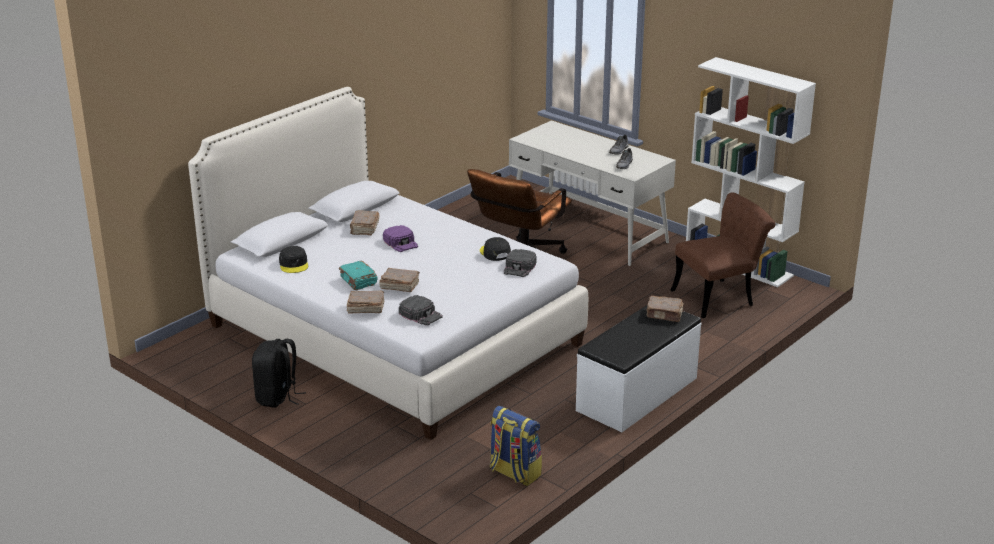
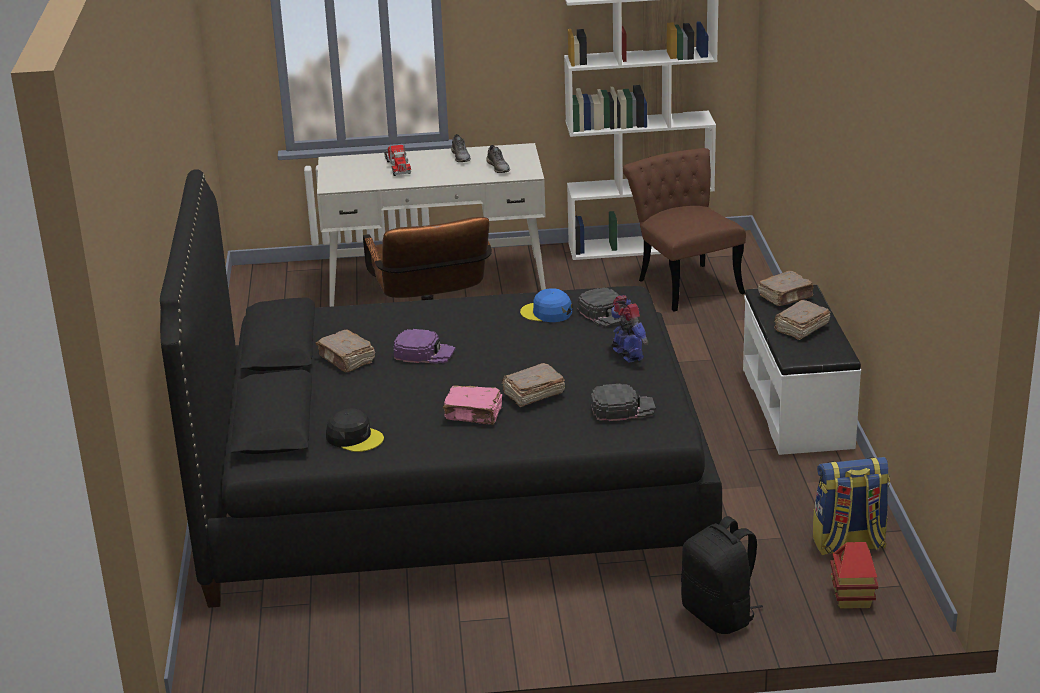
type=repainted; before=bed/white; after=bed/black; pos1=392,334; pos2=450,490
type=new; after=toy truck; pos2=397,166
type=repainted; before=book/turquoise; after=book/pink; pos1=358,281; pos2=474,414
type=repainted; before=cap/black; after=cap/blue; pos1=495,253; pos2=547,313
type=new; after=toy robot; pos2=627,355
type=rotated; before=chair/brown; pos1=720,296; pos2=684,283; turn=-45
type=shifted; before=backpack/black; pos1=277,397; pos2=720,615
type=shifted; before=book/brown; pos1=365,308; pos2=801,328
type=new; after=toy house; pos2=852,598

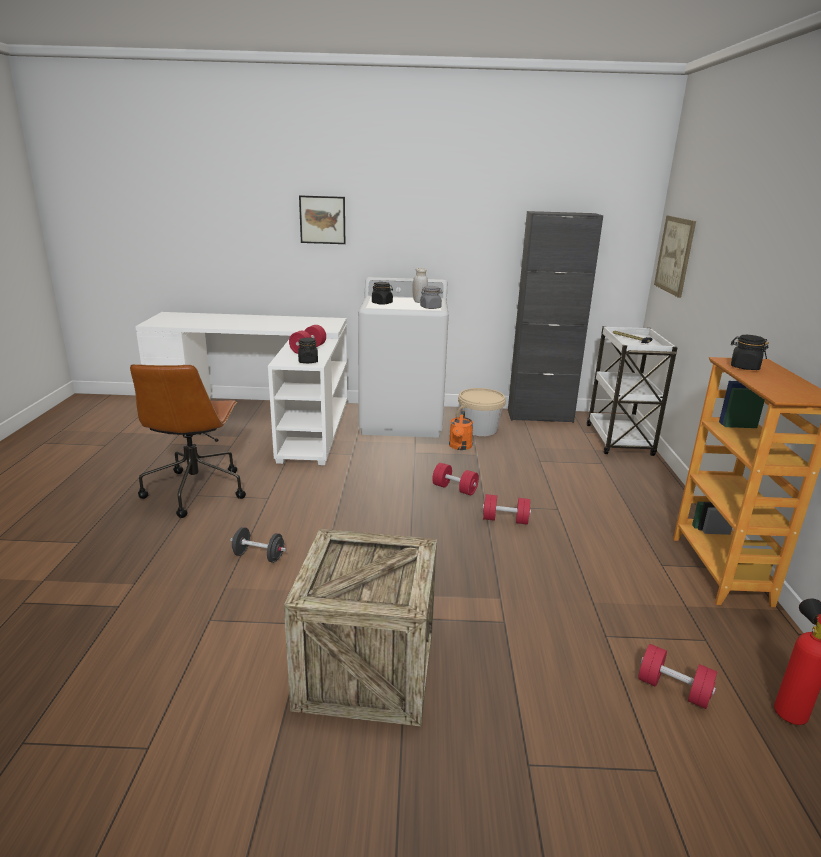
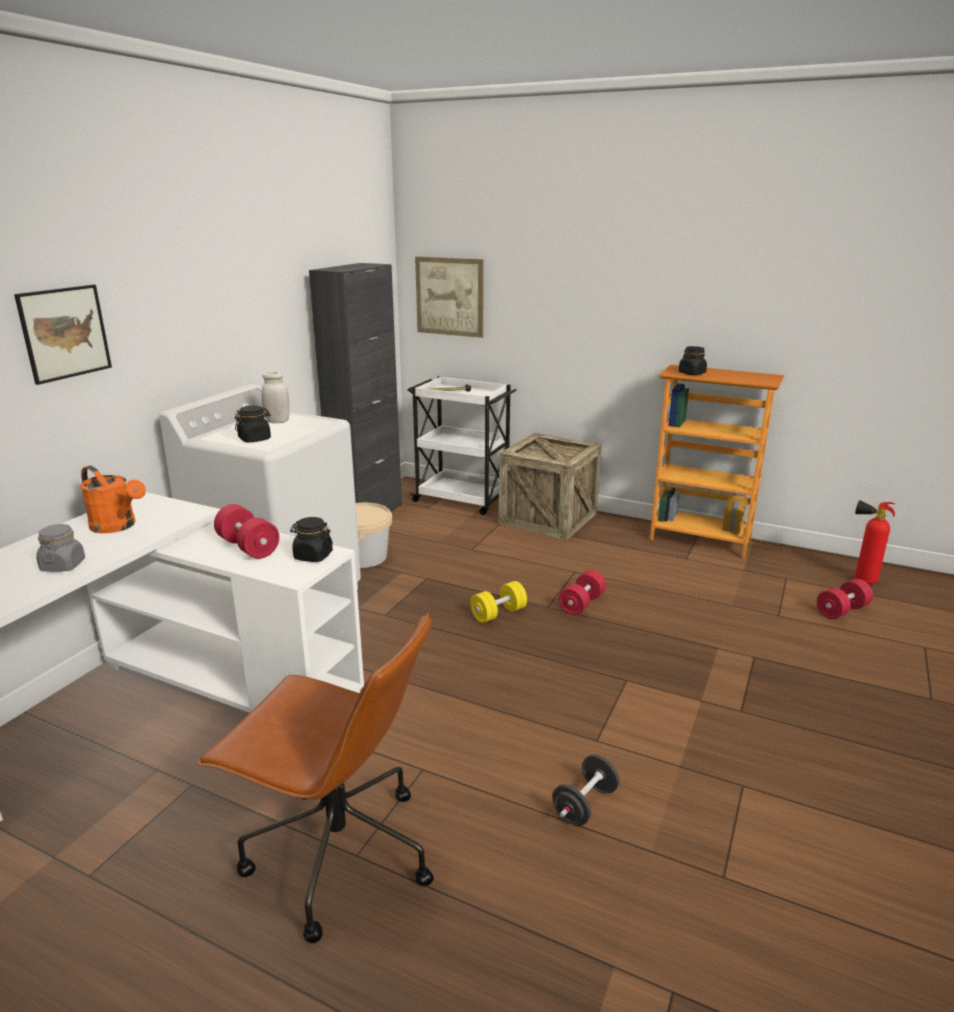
type=shifted; before=jar/grey; pos1=430,307; pos2=63,565
type=shifted; before=watering can/orange; pos1=460,447; pos2=118,526
type=repainted; before=dumbbell/red; after=dumbbell/yellow; pos1=454,489; pos2=498,614
type=shifted; before=crate; pos1=367,669; pos2=548,518

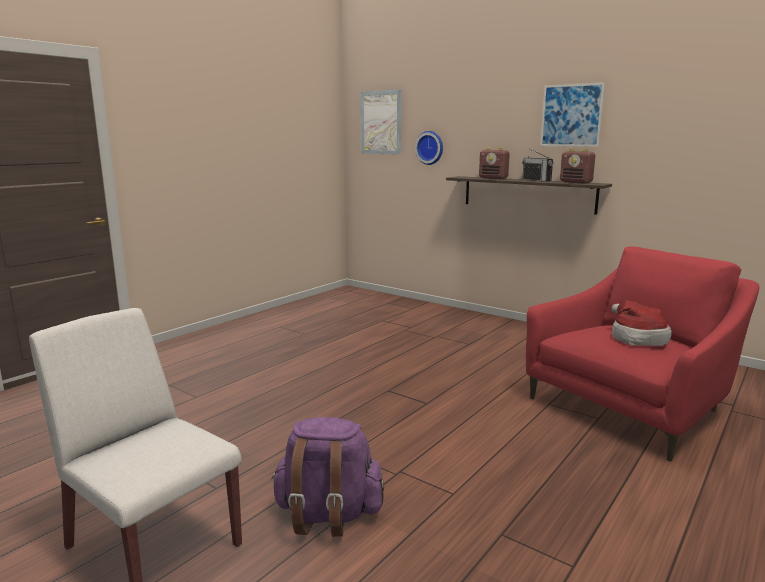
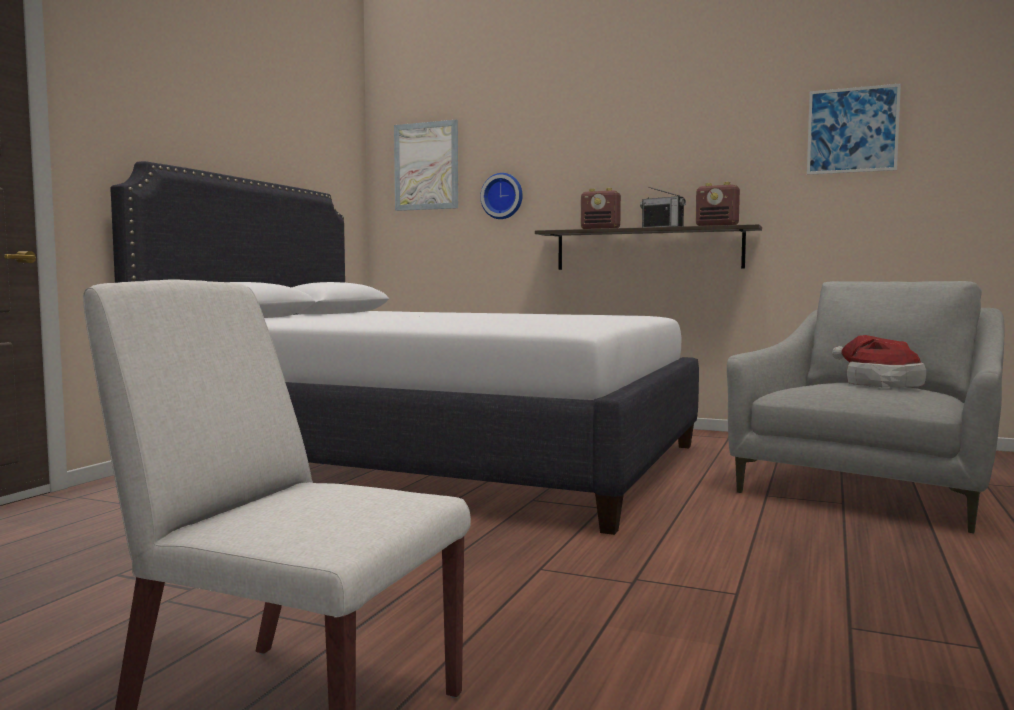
type=new; after=bed/white; pos2=432,459
type=repainted; before=armchair/red; after=armchair/grey; pos1=633,406; pos2=872,489
type=shifted; before=picture; pos1=571,115; pos2=852,130
type=gone; before=backpack/purple; pos1=328,515

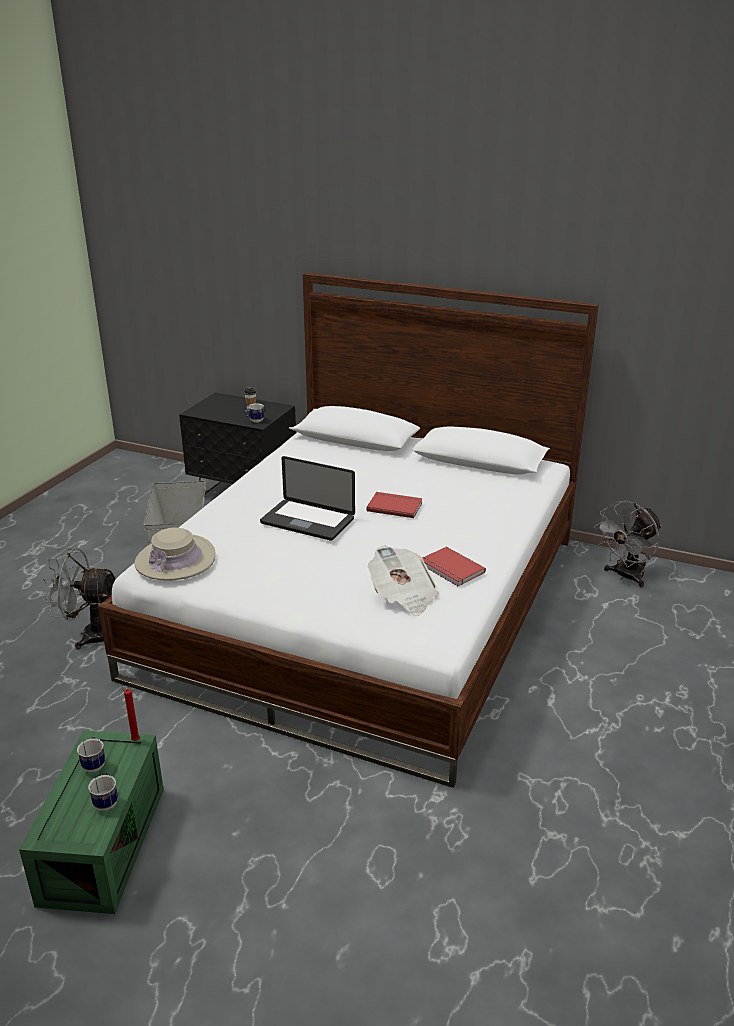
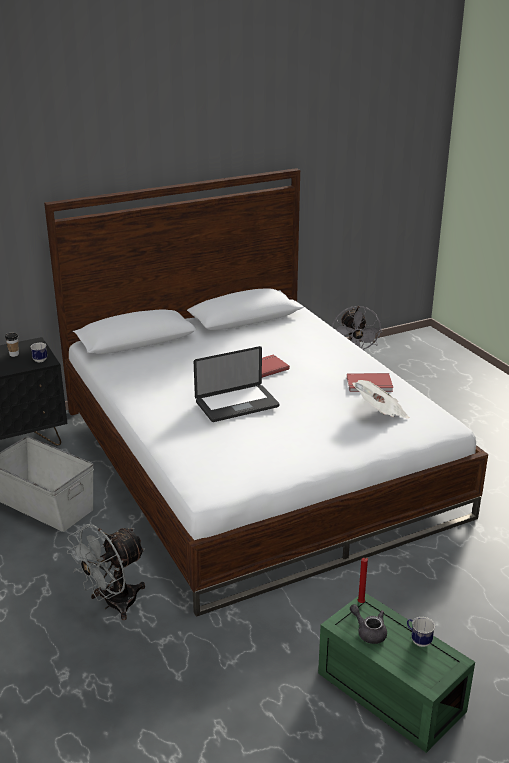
type=swapped; before=mug; after=teapot/grey; pos1=94,764; pos2=369,632
type=gone; before=hat/beige; pos1=175,560

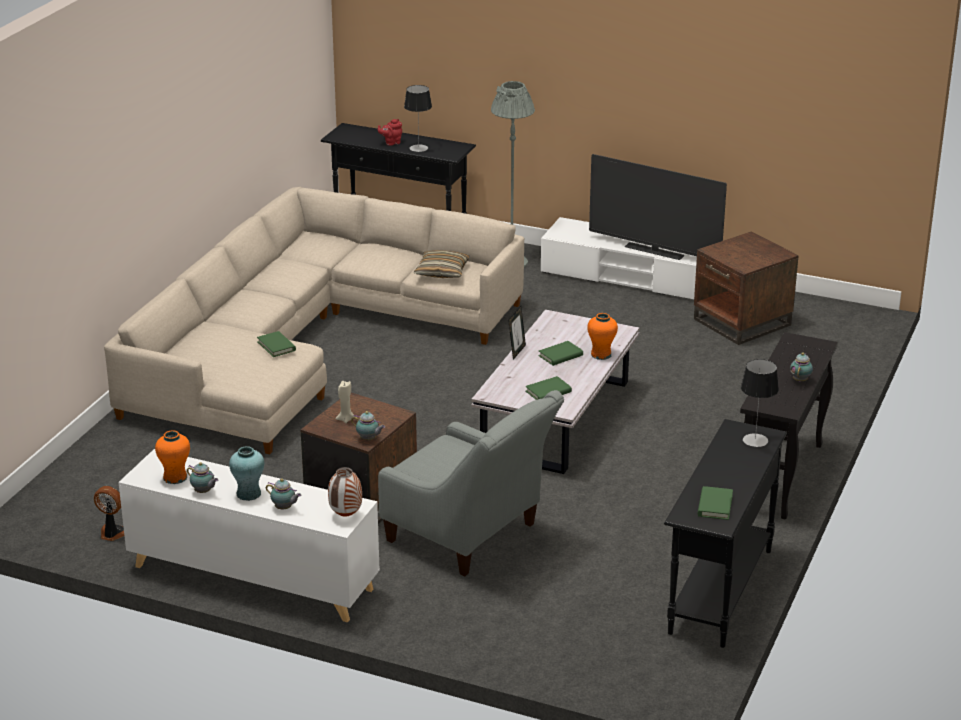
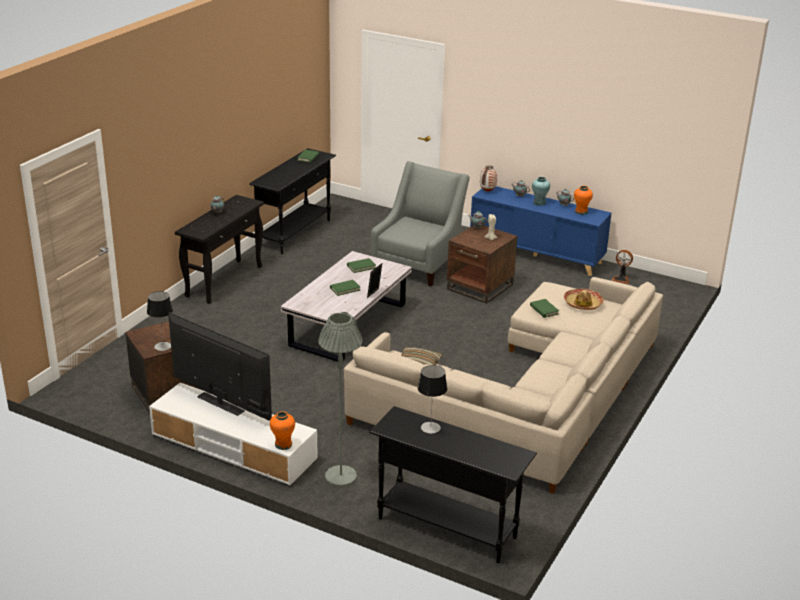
type=shifted; before=table lamp; pos1=755,440; pos2=163,346
type=shifted; before=vase/orange; pos1=601,354; pos2=283,444
type=rotated; before=armchair/grey; pos1=470,536; pos2=418,264; turn=75
type=repainted; before=cabinet/white; after=cabinet/blue; pos1=252,578; pos2=536,254
type=new; after=hat; pos2=582,304
type=gone; before=teapot/red; pos1=391,143

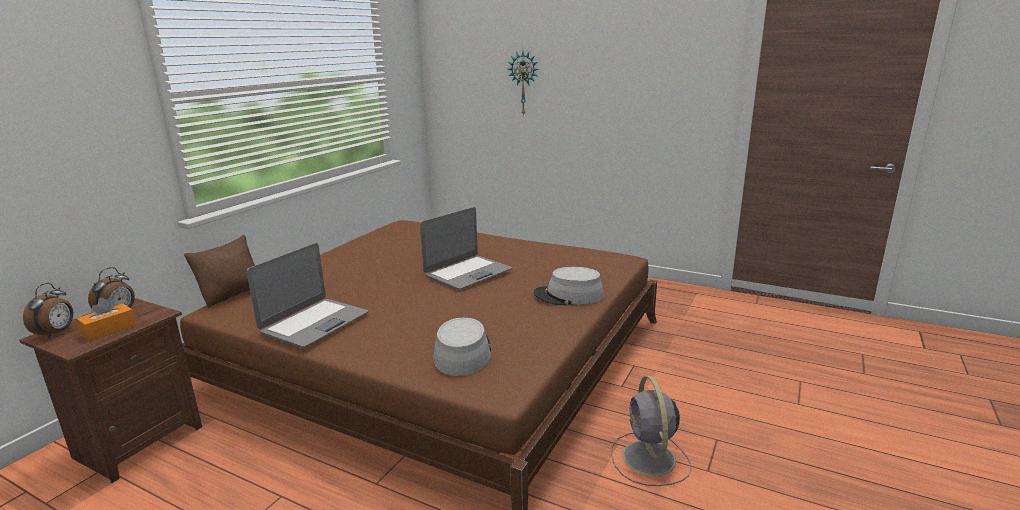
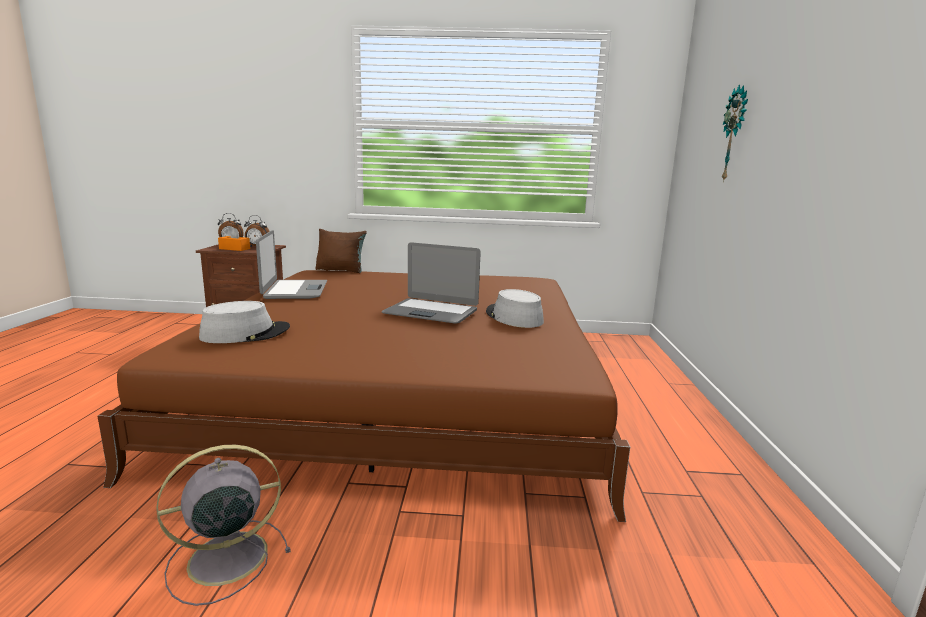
type=rotated; before=laptop; pos1=314,323; pos2=295,290; turn=-105
type=shifted; before=hat/grey; pos1=568,295; pos2=513,317

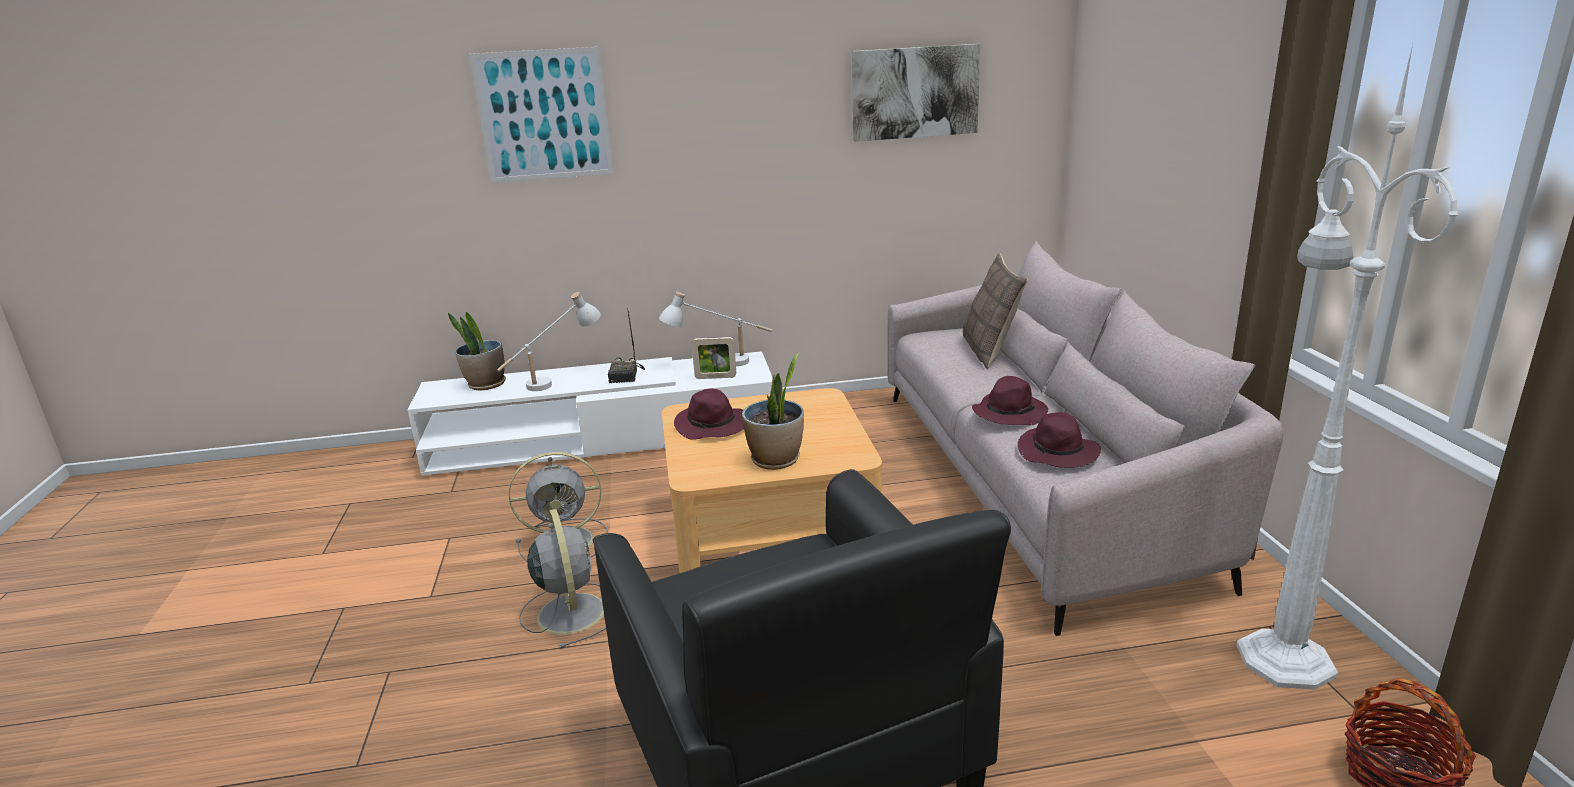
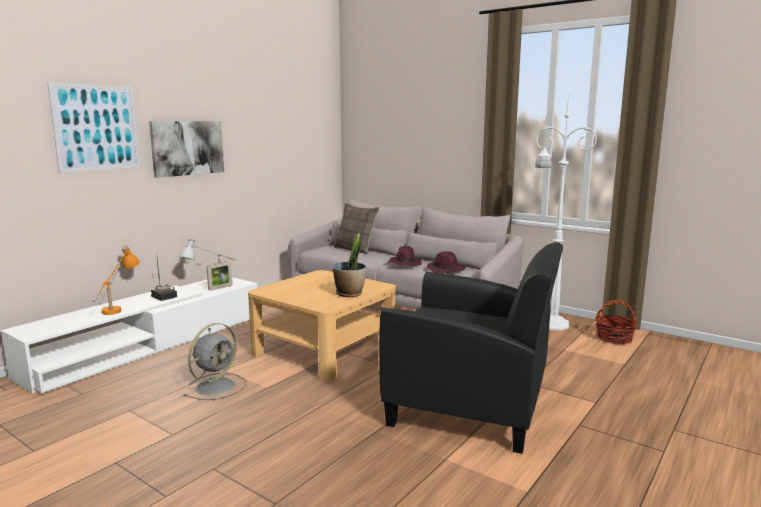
type=repainted; before=table lamp/white; after=table lamp/orange; pos1=556,380; pos2=118,307
type=shifted; before=picture; pos1=915,92; pos2=187,148
type=gone; before=potted plant; pos1=485,385
type=gone; before=fan/grey; pos1=570,612
type=gone; before=hat/purple; pos1=712,426

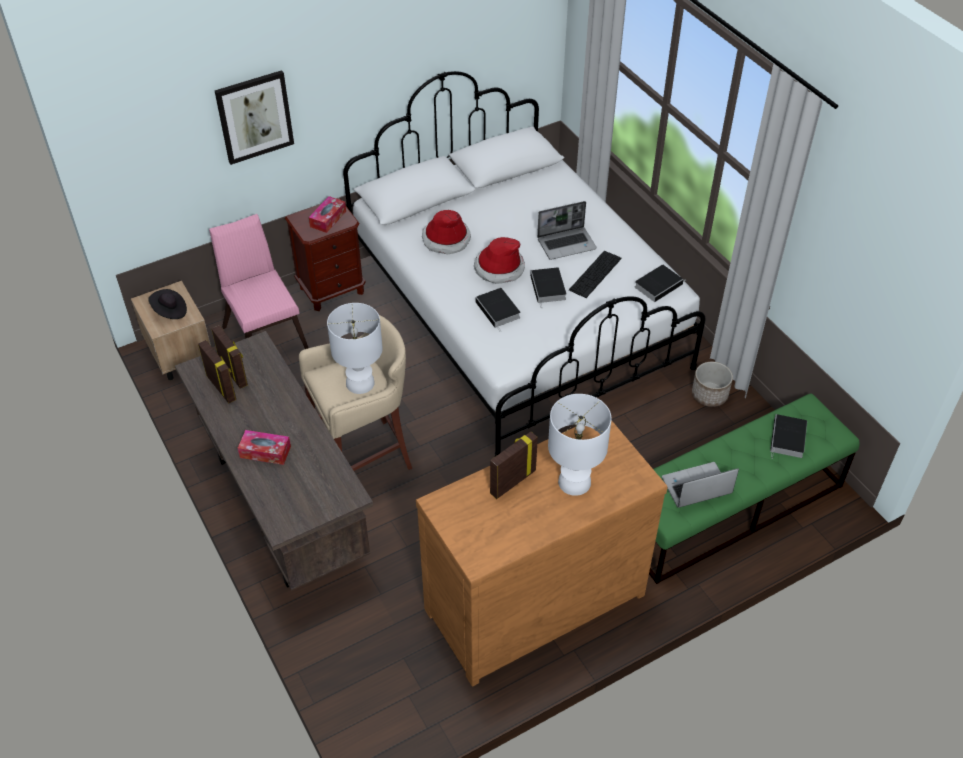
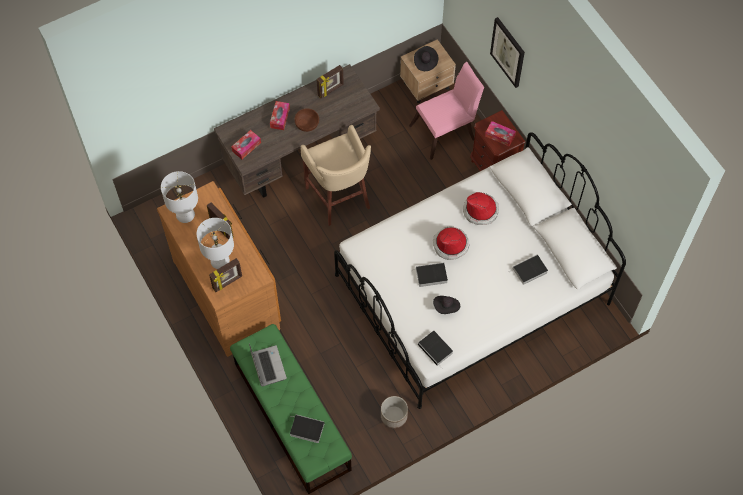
type=shifted; before=table lamp/white; pos1=361,383; pos2=185,215
type=shifted; before=picture frame; pos1=234,373; pos2=227,282
type=new; after=tissue box; pos2=246,147
type=new; after=bowl/brown; pos2=307,124
type=swapped; before=keyboard; after=hat/black; pos1=595,274; pos2=446,307
type=shifted; before=book; pos1=499,311; pos2=529,271
type=gone; before=laptop; pos1=567,244

